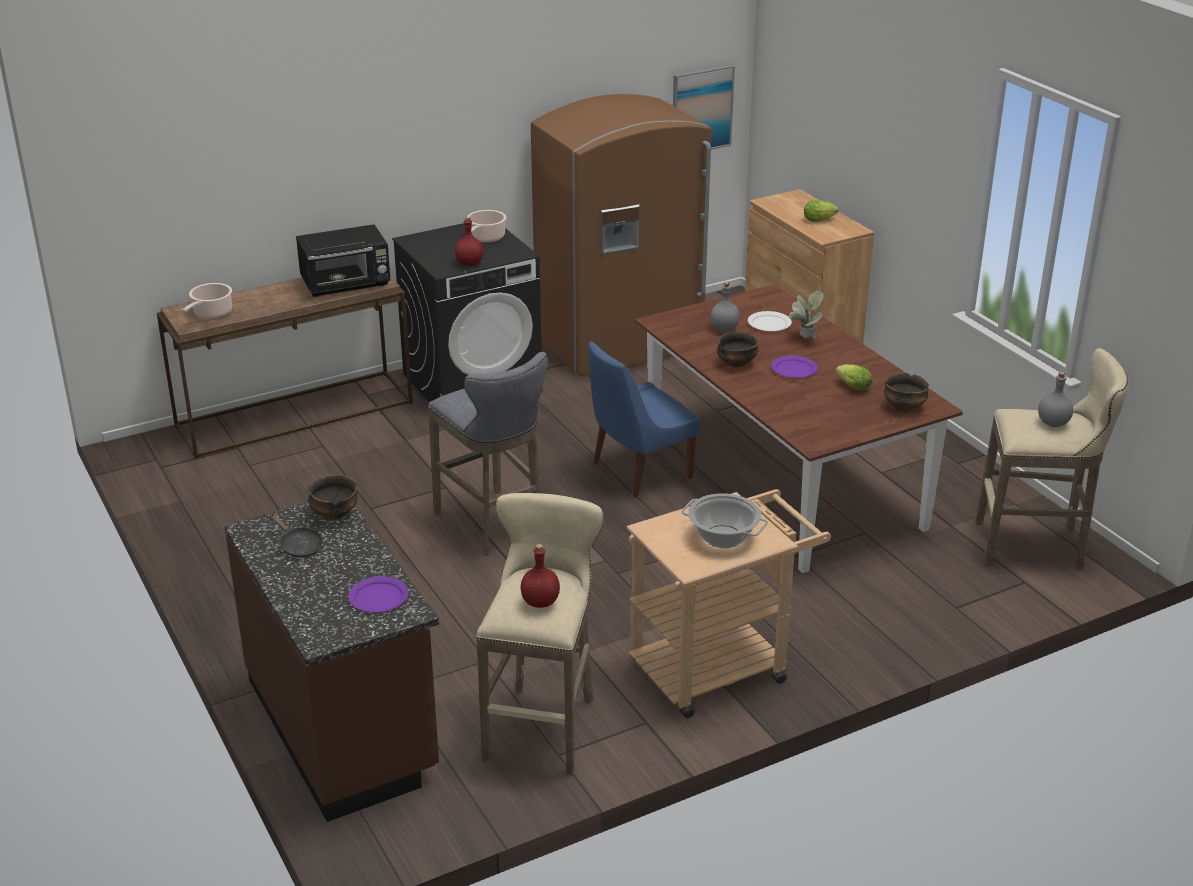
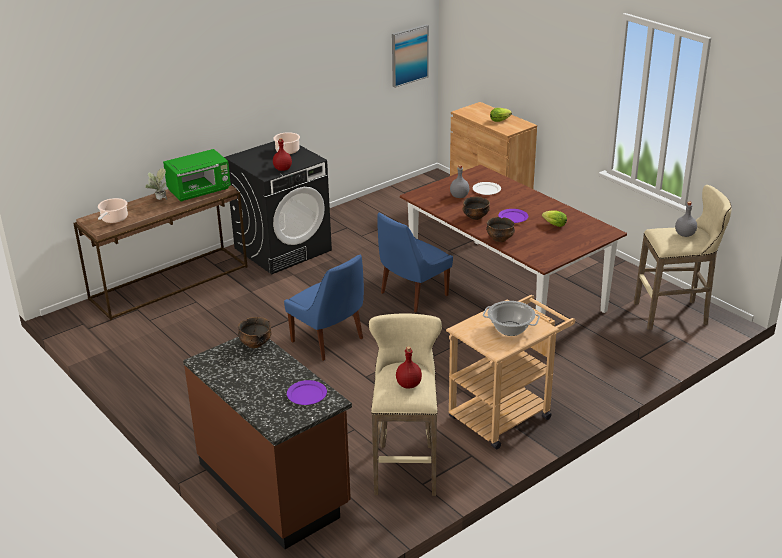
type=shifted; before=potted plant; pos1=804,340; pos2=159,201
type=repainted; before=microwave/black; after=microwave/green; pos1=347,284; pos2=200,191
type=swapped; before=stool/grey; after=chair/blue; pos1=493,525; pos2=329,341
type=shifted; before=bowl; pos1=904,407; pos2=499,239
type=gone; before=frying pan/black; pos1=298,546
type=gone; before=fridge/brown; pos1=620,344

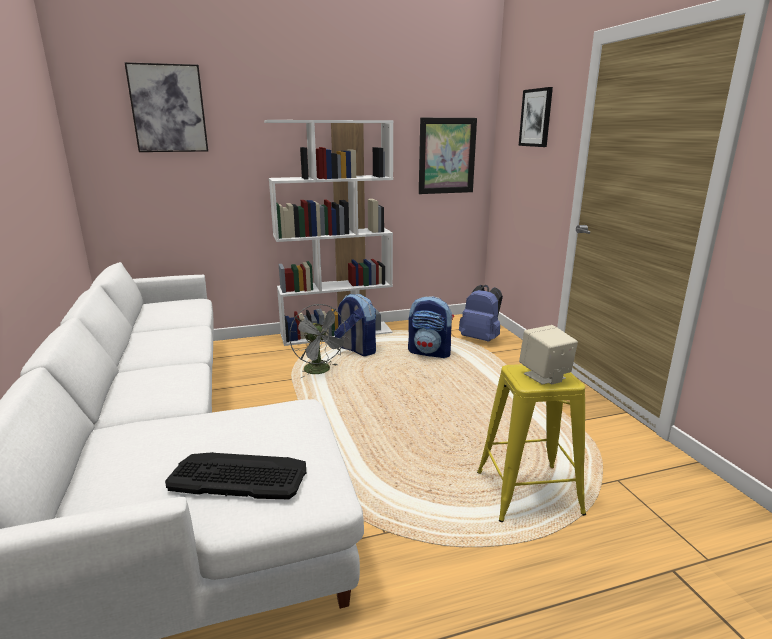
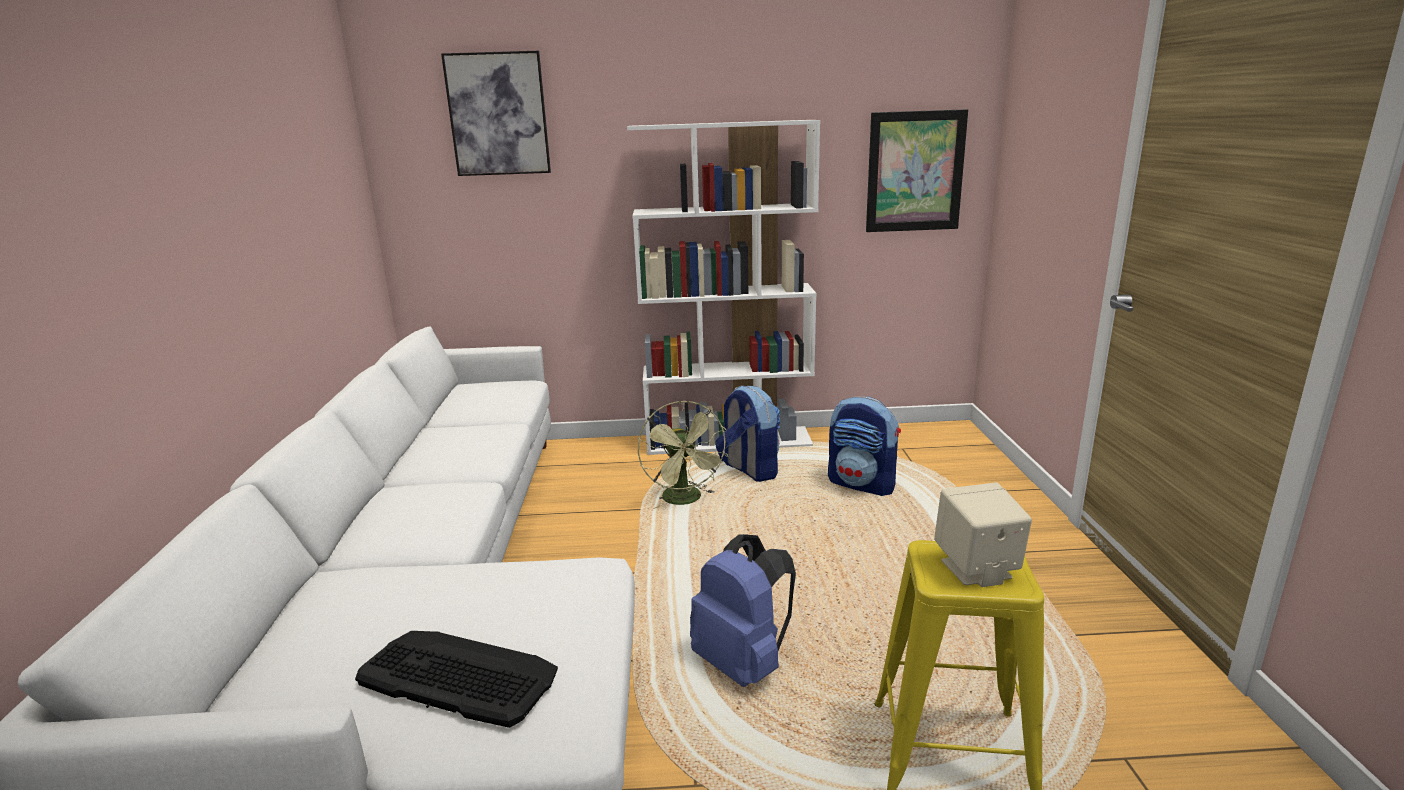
type=repainted; before=fan/grey; after=fan/green; pos1=320,371; pos2=686,500
type=shifted; before=backpack/blue; pos1=481,339; pos2=743,663
type=gone; before=picture; pos1=536,118

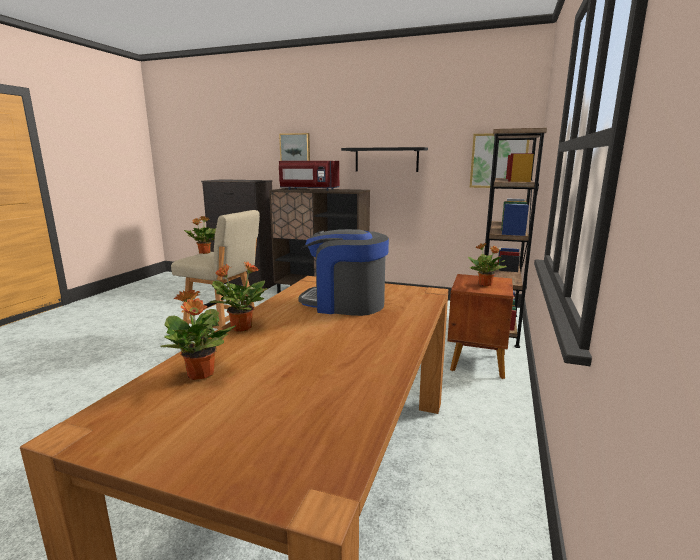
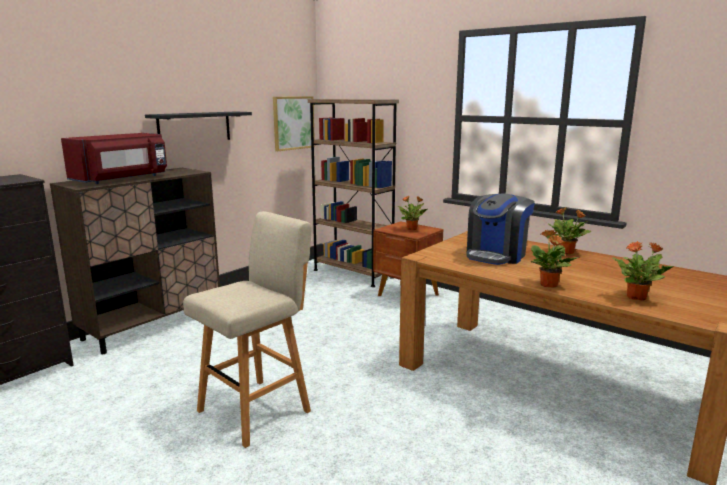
type=shifted; before=potted plant; pos1=204,253; pos2=567,252
type=gone; before=picture; pos1=295,149

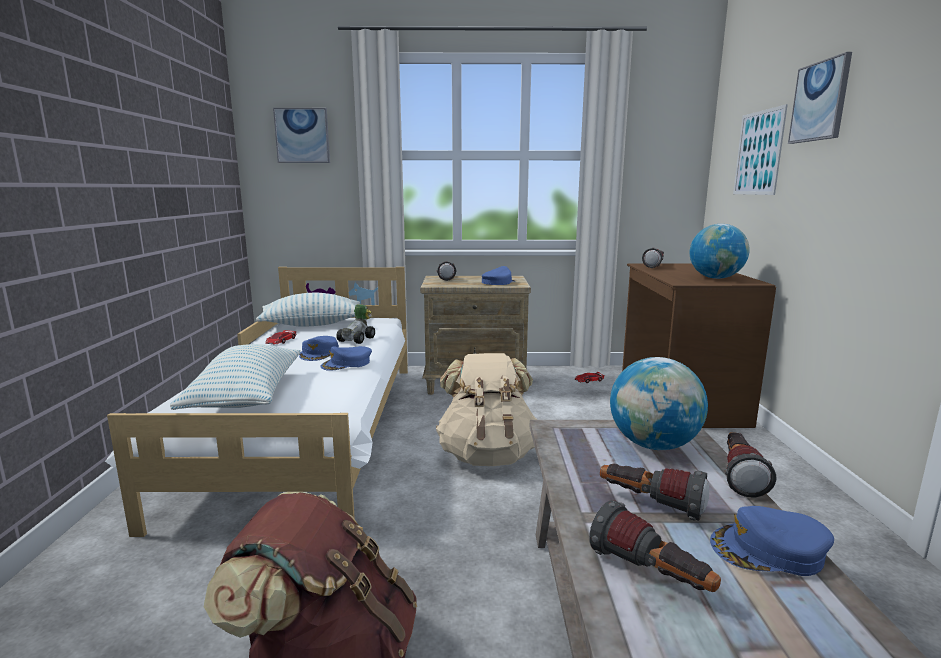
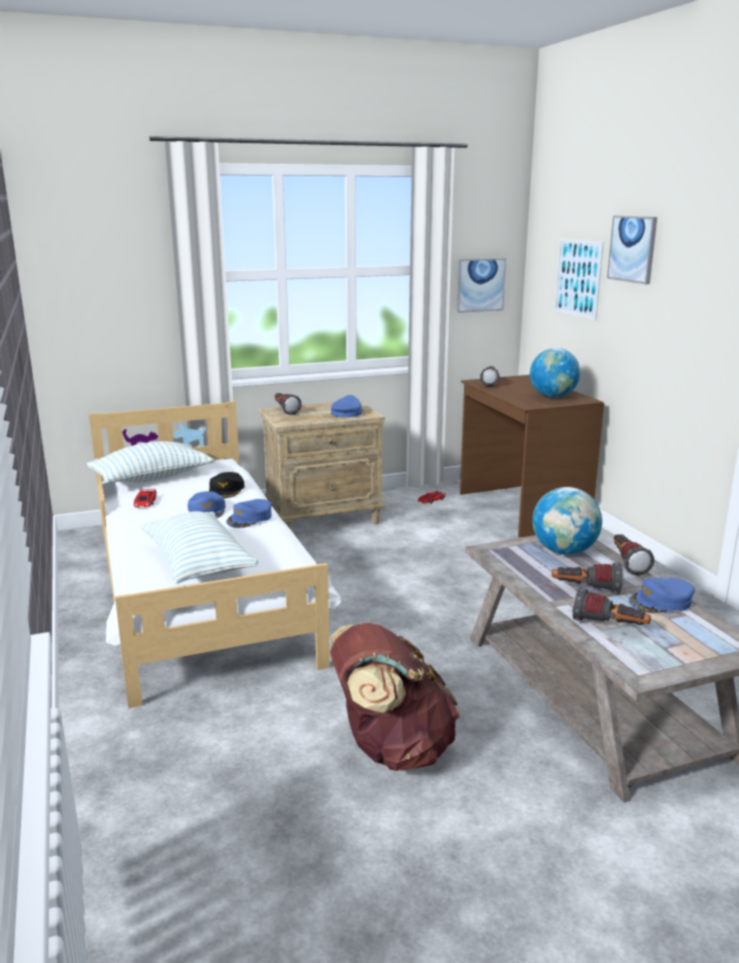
type=swapped; before=toy car; after=cap/black; pos1=358,339; pos2=226,490
type=shifted; before=picture; pos1=302,136; pos2=480,285
type=gone; before=backpack/beige; pos1=488,455

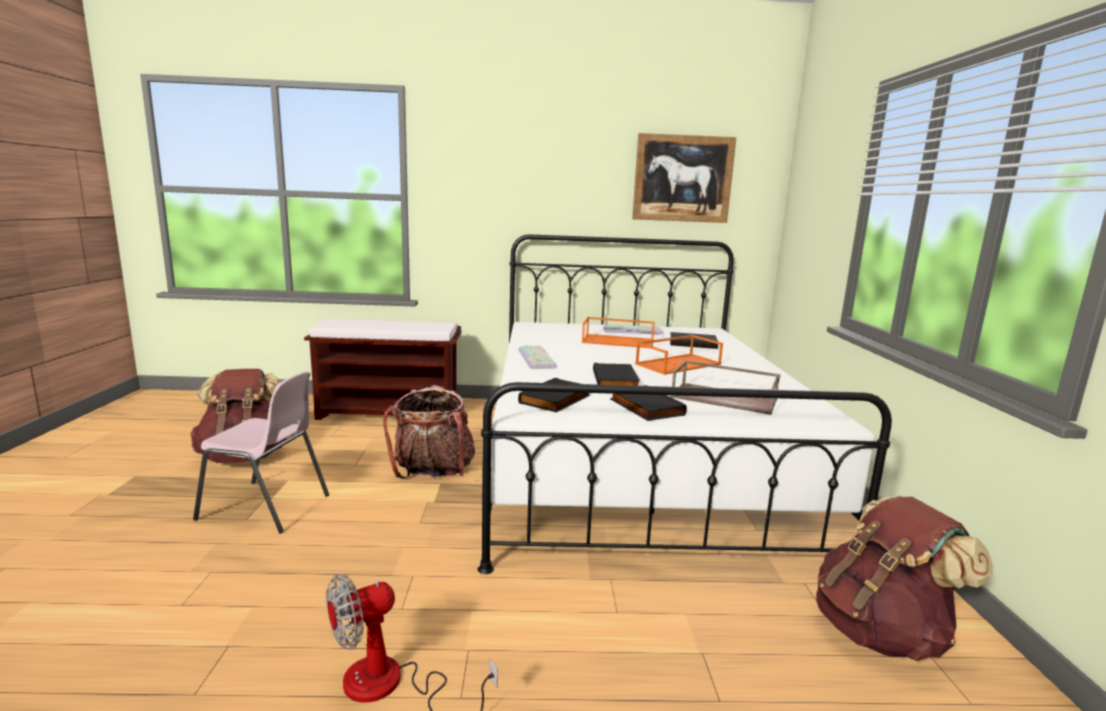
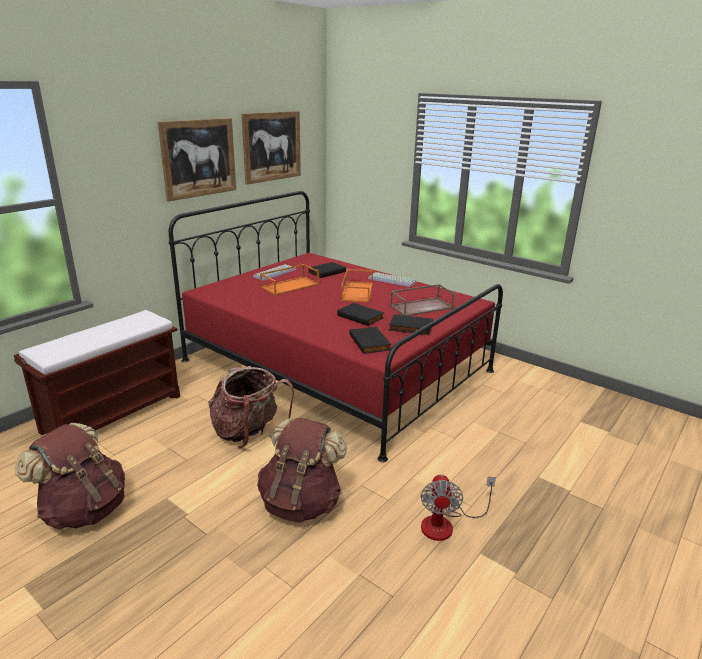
type=new; after=picture; pos2=199,158
type=repainted; before=bed/white; after=bed/red; pos1=634,464; pos2=336,365
type=shifted; before=backpack/brown; pos1=880,632; pos2=301,503
type=shifted; before=keyboard; pos1=538,359; pos2=392,280
type=gone; before=chair/pink; pos1=266,507

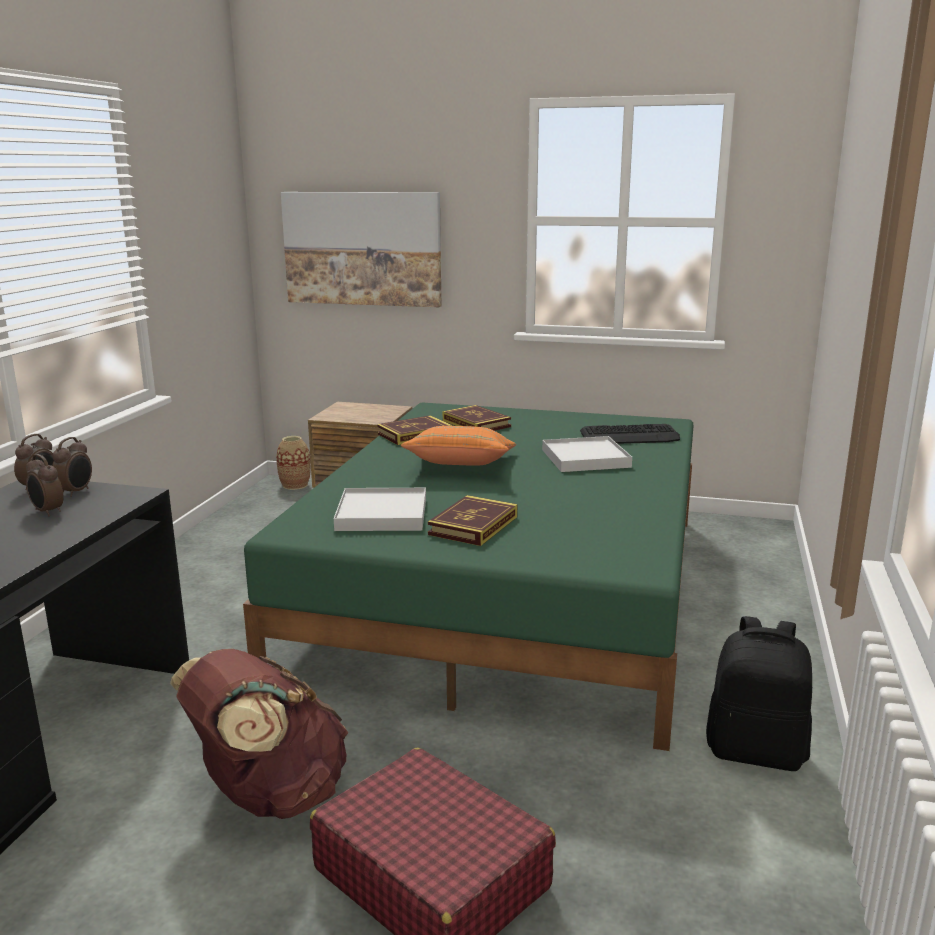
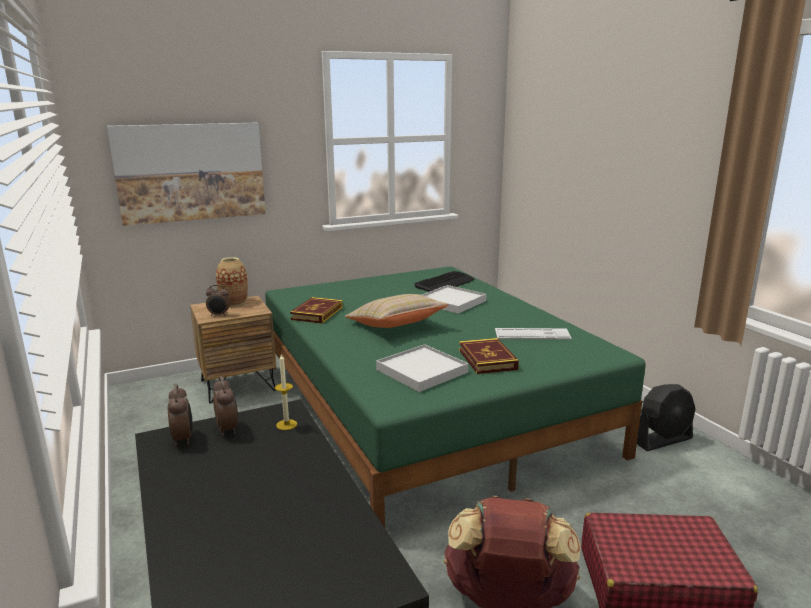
type=shifted; before=alarm clock; pos1=47,512; pos2=219,315
type=shifted; before=vase; pos1=295,485; pos2=234,302
type=new; after=candle; pos2=286,424
type=repainted; before=pillow/orange; after=pillow/beige; pos1=461,466; pos2=396,326
type=new; after=keyboard; pos2=532,335
type=swapped; before=backpack/black; after=fan/black; pos1=756,751; pos2=662,440
type=gone; before=book; pos1=476,424

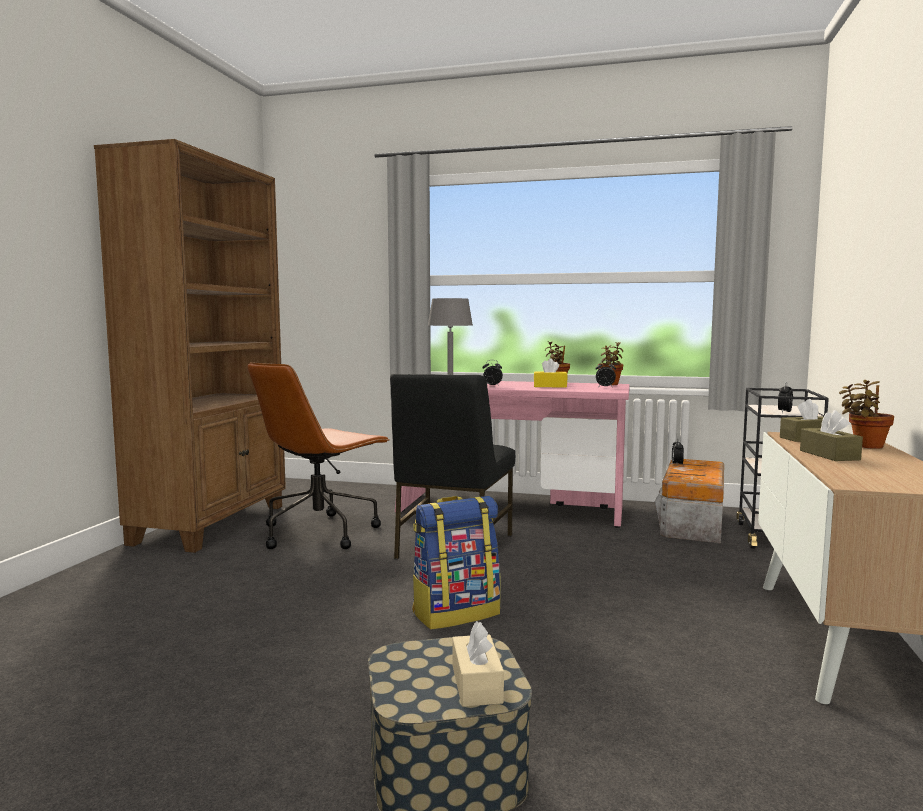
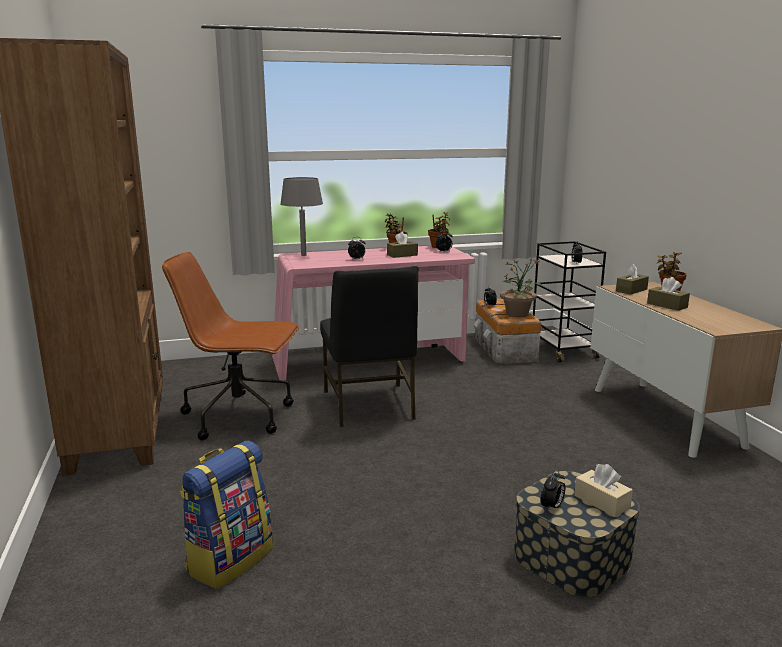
type=rotated; before=office chair/brown; pos1=320,532; pos2=240,416; turn=90
type=shifted; before=backpack; pos1=456,613; pos2=230,559
type=repainted; before=tissue box/yellow; after=tissue box/brown; pos1=550,386; pos2=402,255
type=new; after=potted plant; pos2=517,314
type=new; after=alarm clock; pos2=552,507

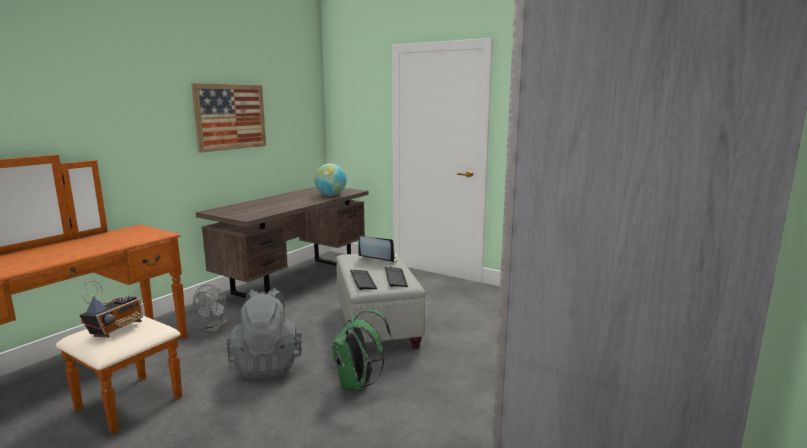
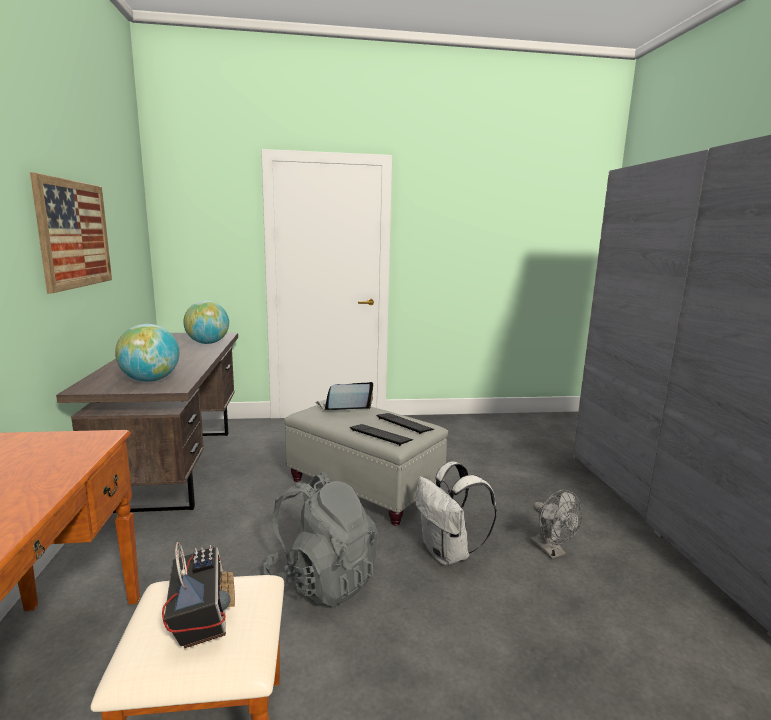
type=new; after=globe; pos2=150,380
type=repainted; before=backpack/green; after=backpack/white; pos1=358,384; pos2=448,553
type=shifted; before=fan/grey; pos1=215,328; pos2=551,551

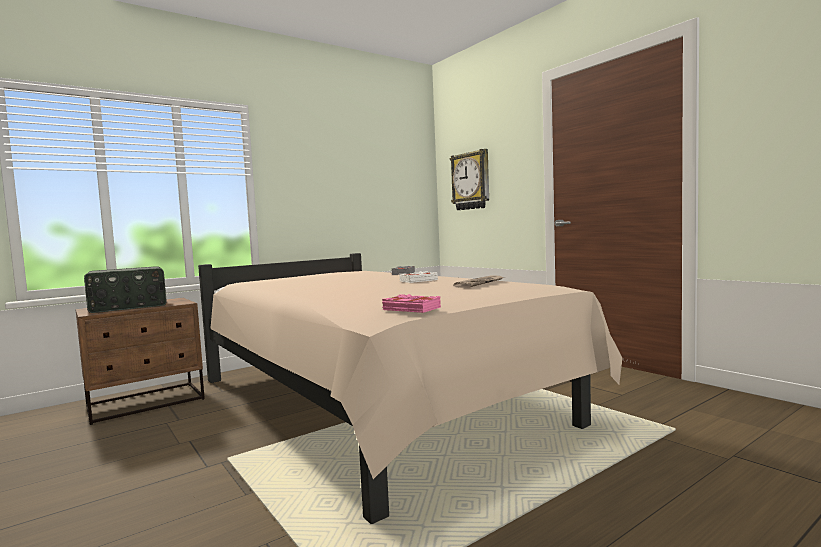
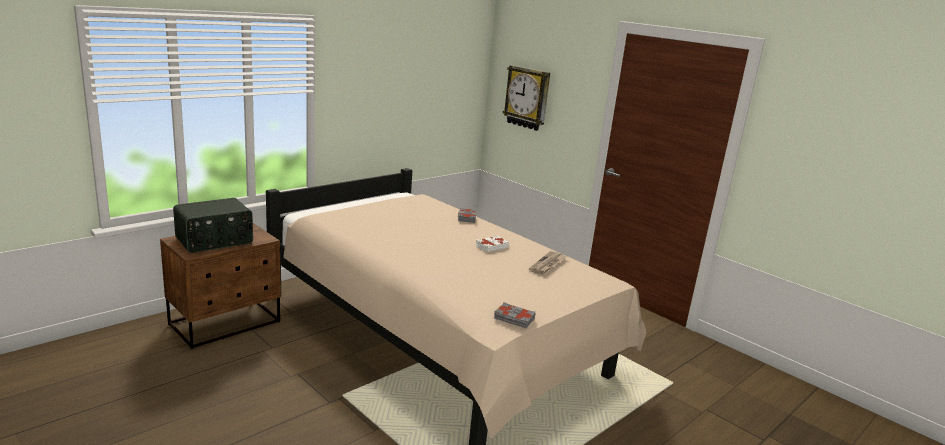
type=repainted; before=book/pink; after=book/grey; pos1=411,309; pos2=514,319

